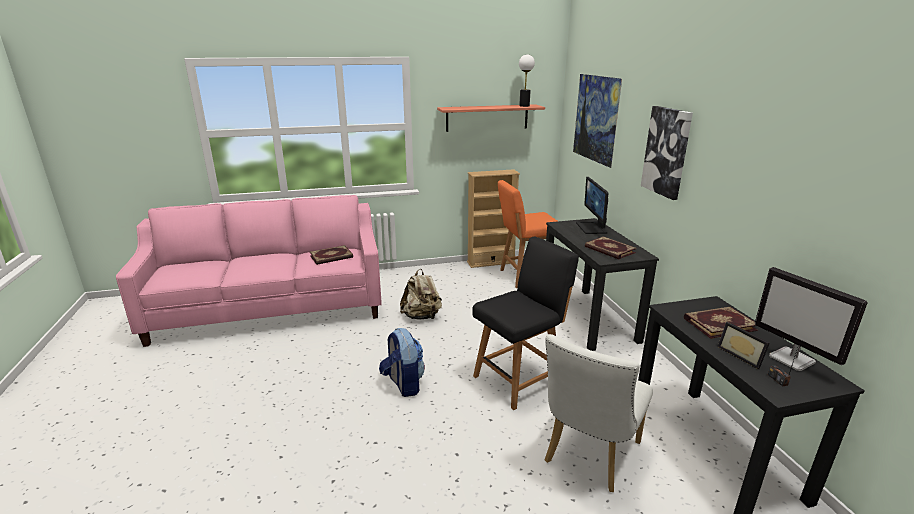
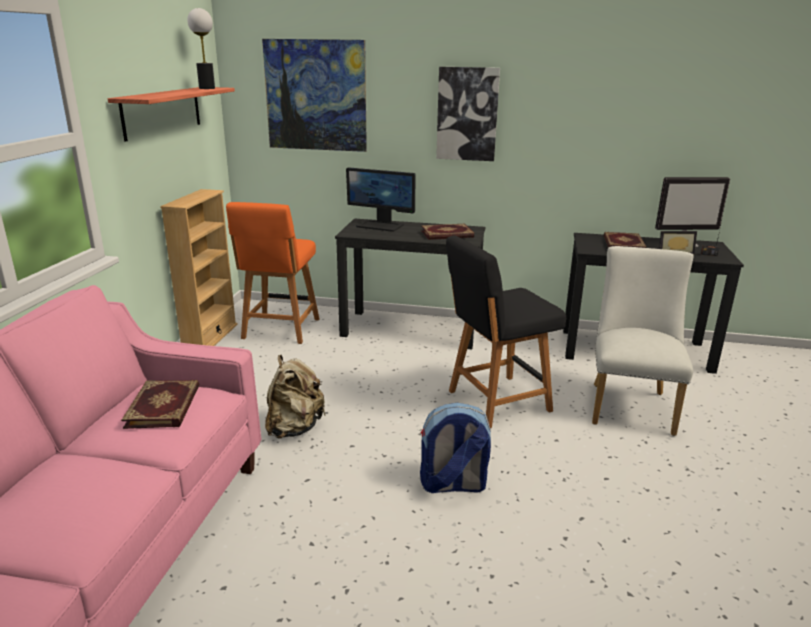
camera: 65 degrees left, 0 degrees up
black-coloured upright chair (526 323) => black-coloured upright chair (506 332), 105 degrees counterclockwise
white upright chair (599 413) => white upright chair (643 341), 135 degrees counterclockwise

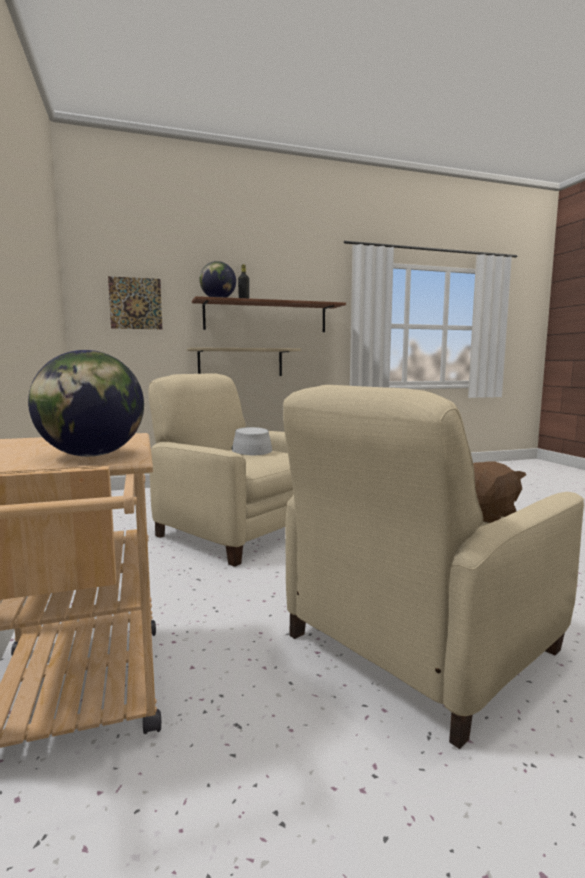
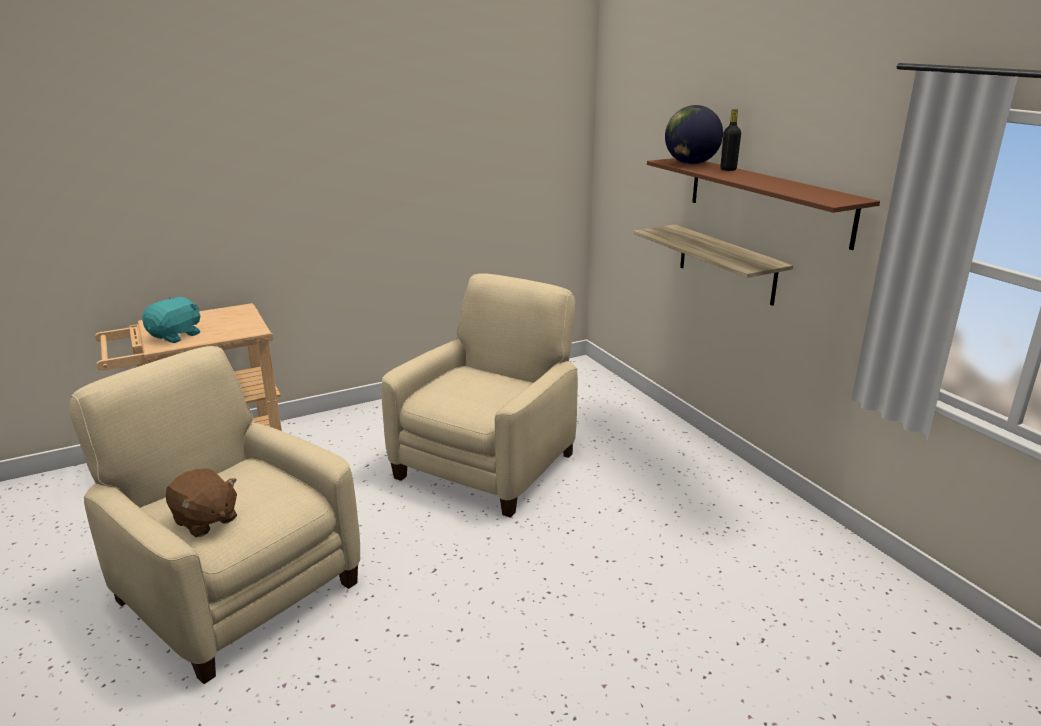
camera: 80 degrees right, 15 degrees up
globe (86 403) => turquoise-coloured cuddly toy (171 320)
picture (135 302) => nothing
grey hat (251 441) => nothing

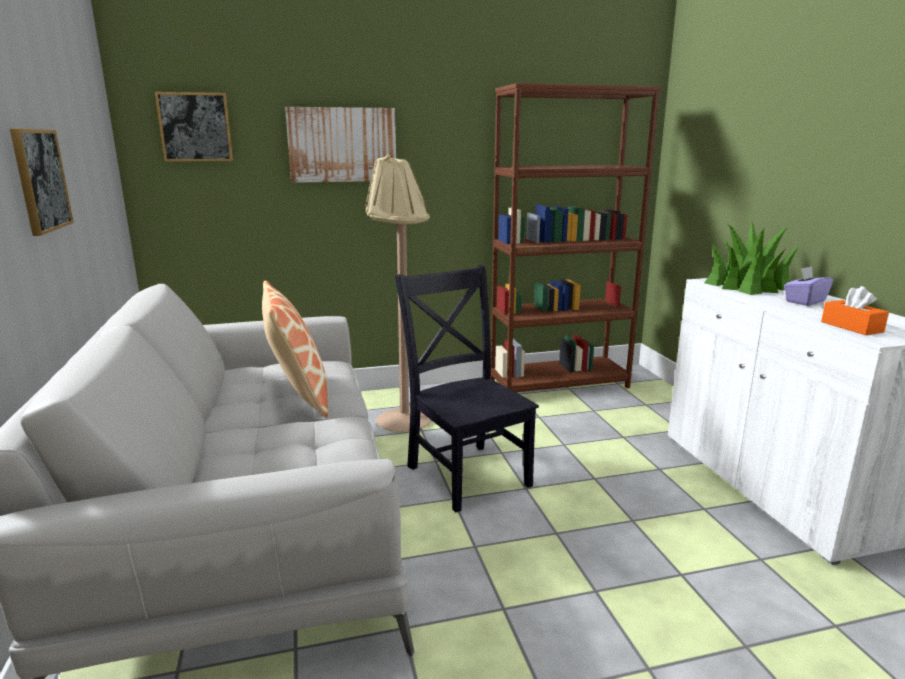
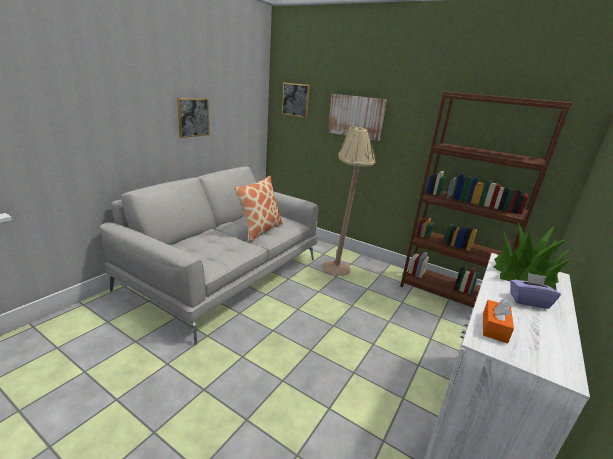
camera: 45 degrees right, 5 degrees up
black-coloured upright chair (467 389) => nothing

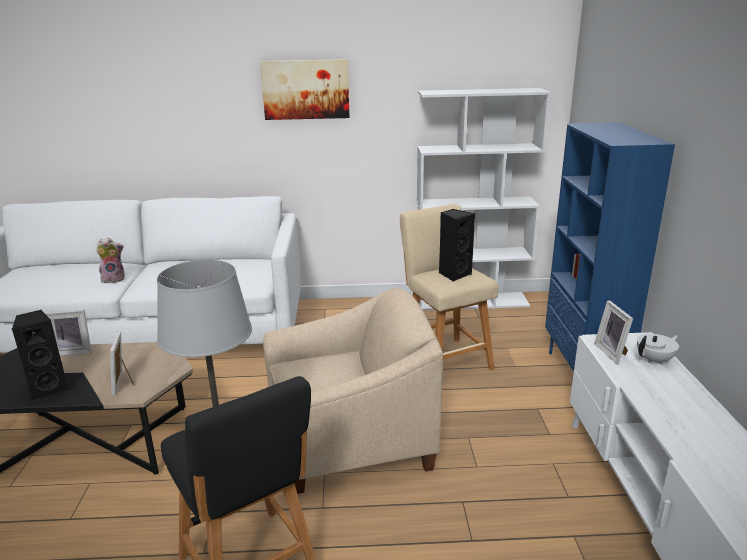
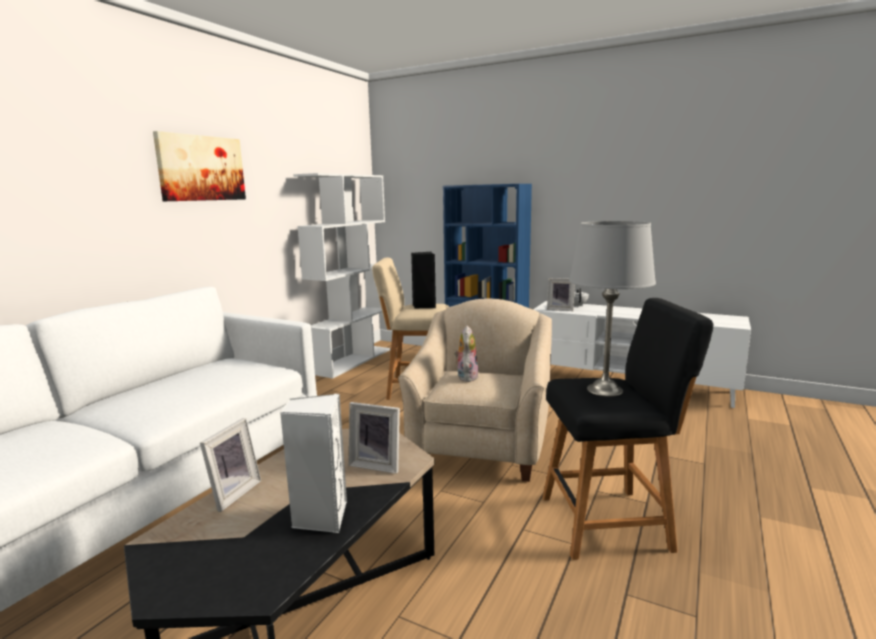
camera: 60 degrees left, 10 degrees down
black-coloured speaker (40 355) => white speaker (313 463)
cuddly toy (110 260) => cuddly toy (466 354), relocated

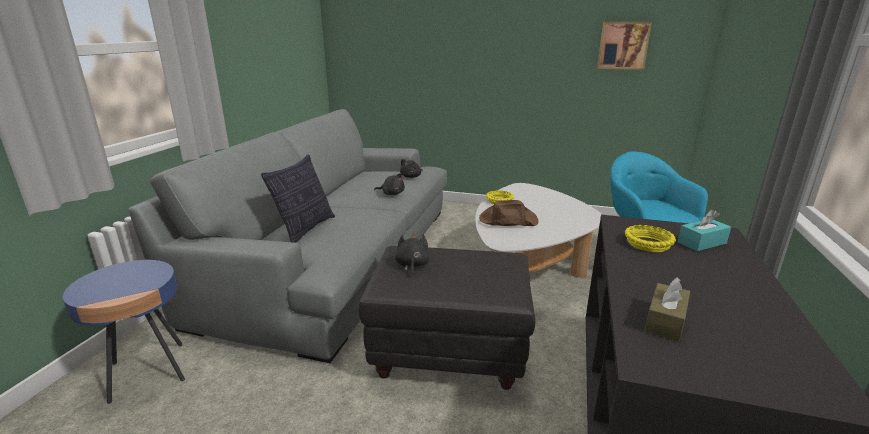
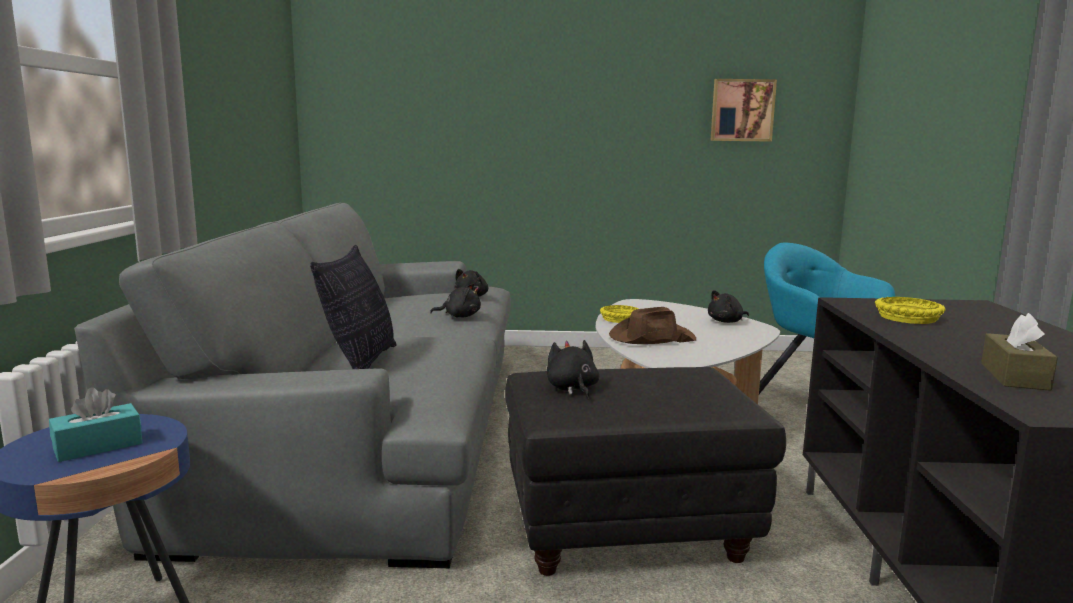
camera: 15 degrees left, 10 degrees down
turquoise-coloured tissue holder (704 230) => turquoise-coloured tissue holder (96 424), relocated
nothing => black-coloured cuddly toy (728 306)

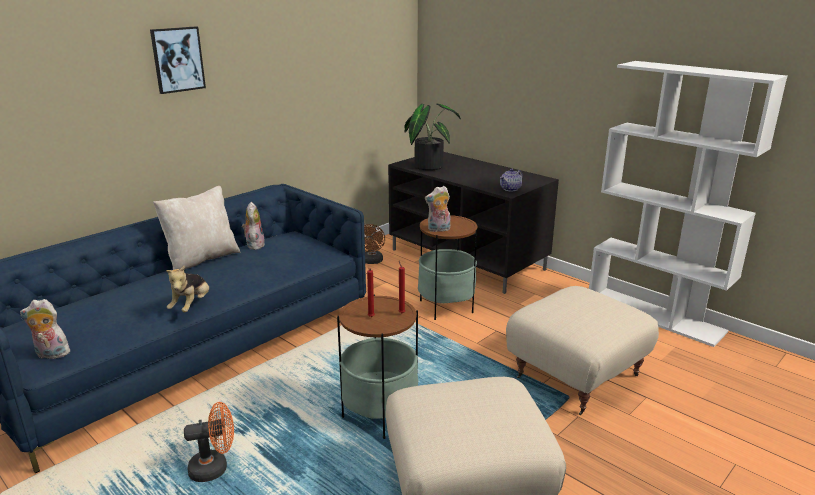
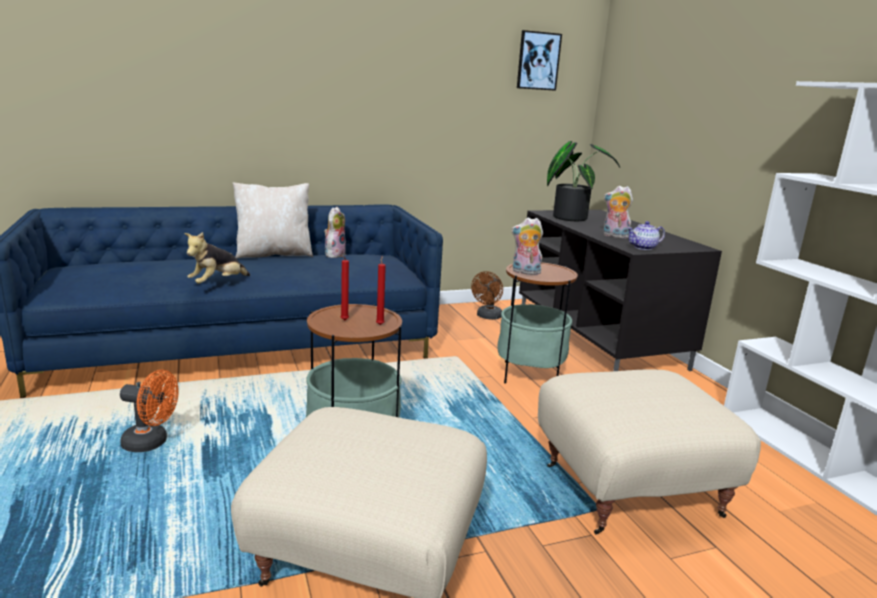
camera: 25 degrees right, 5 degrees down
picture (178 60) => picture (539 60), relocated
cuddly toy (46 330) => cuddly toy (618 212), relocated

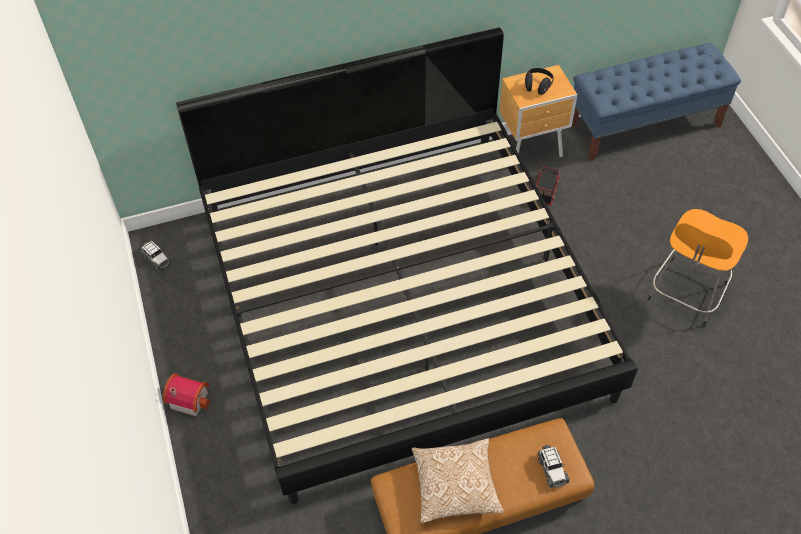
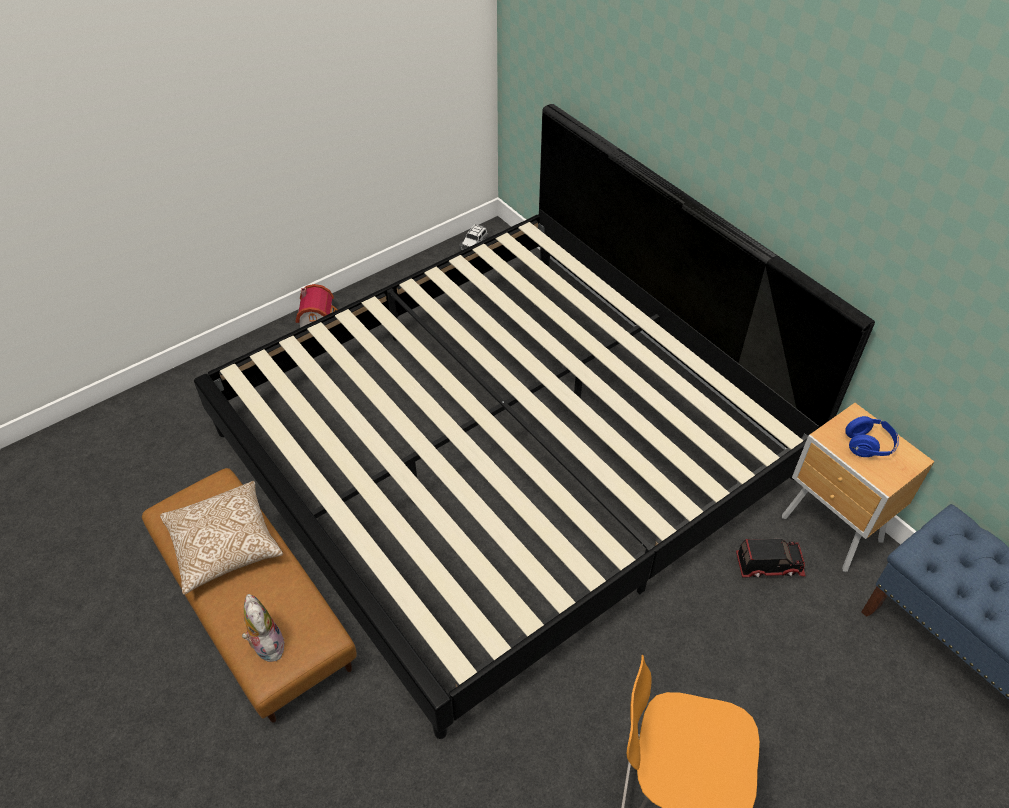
camera: 70 degrees right, 5 degrees down
toy car (553 466) => cuddly toy (263 628)
black-coloured headset (539 81) => blue headset (872 436)

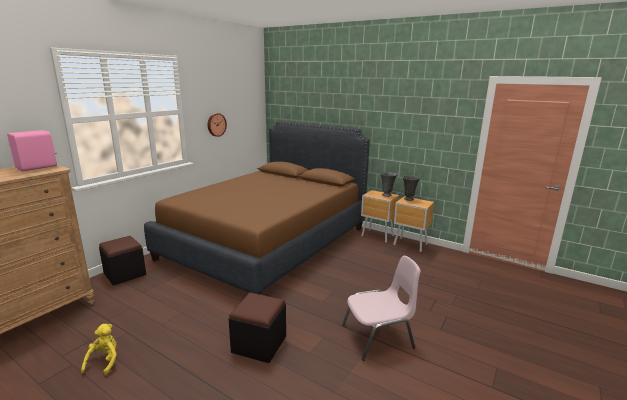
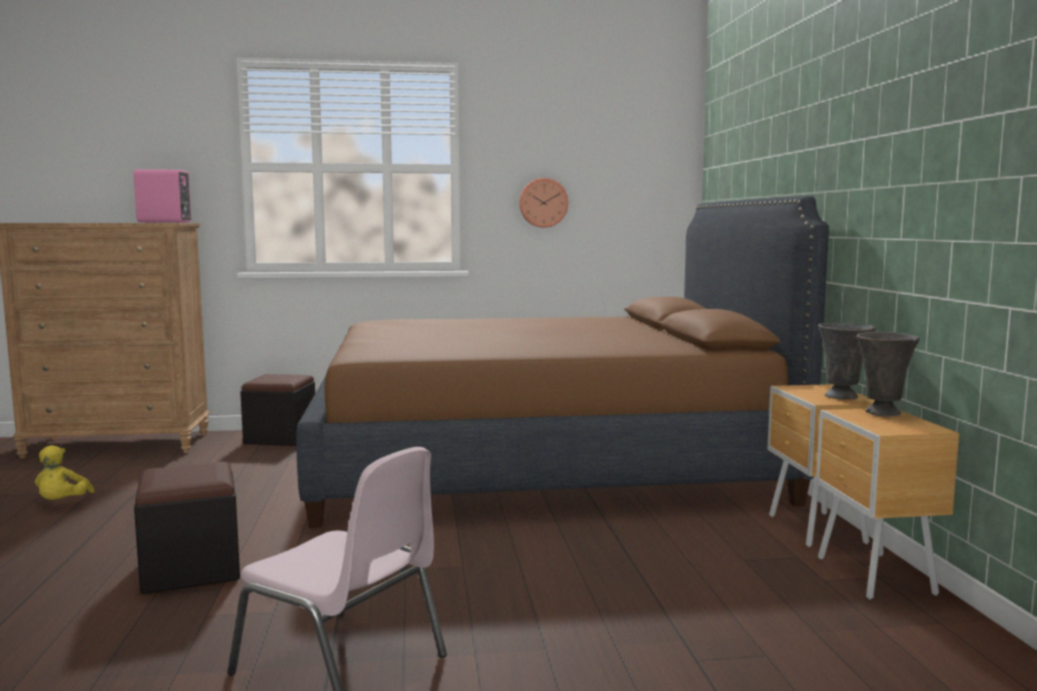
camera: 50 degrees right, 10 degrees down
yellow cuddly toy (99 350) => yellow cuddly toy (65 472), 120 degrees clockwise

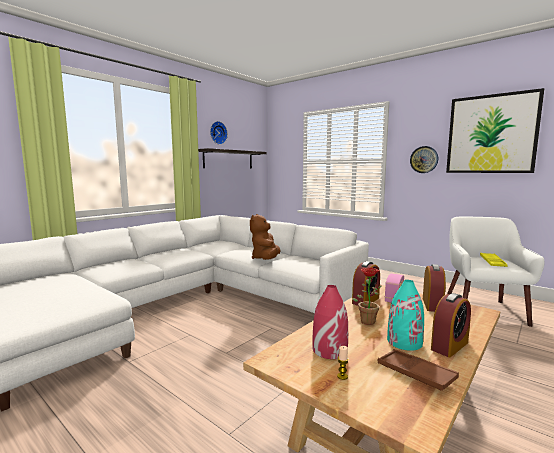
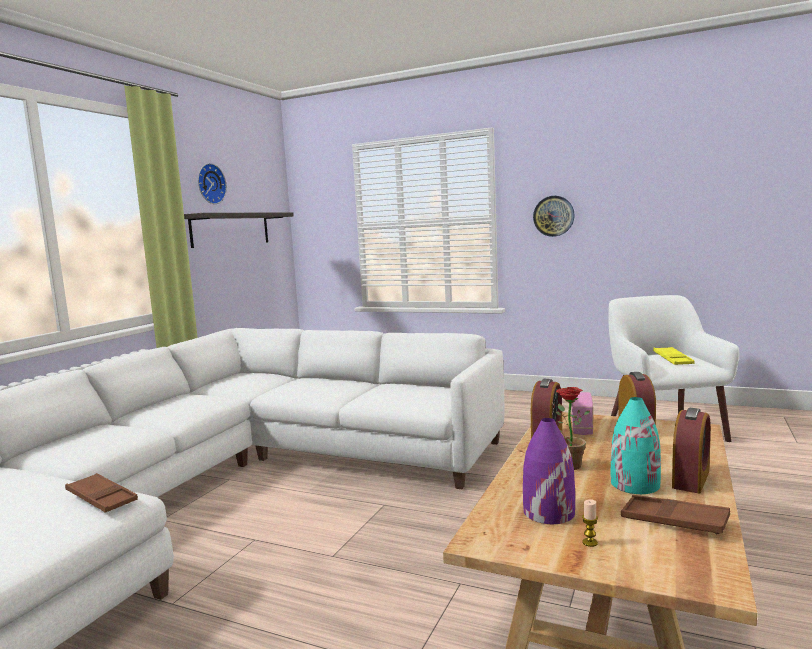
camera: 15 degrees left, 0 degrees up
nothing => brownish serving tray (101 493)
reddish decorative vase (330 322) => purplish decorative vase (549 471)
brownish cuddly toy (265 237) => nothing
picture (495 130) => nothing

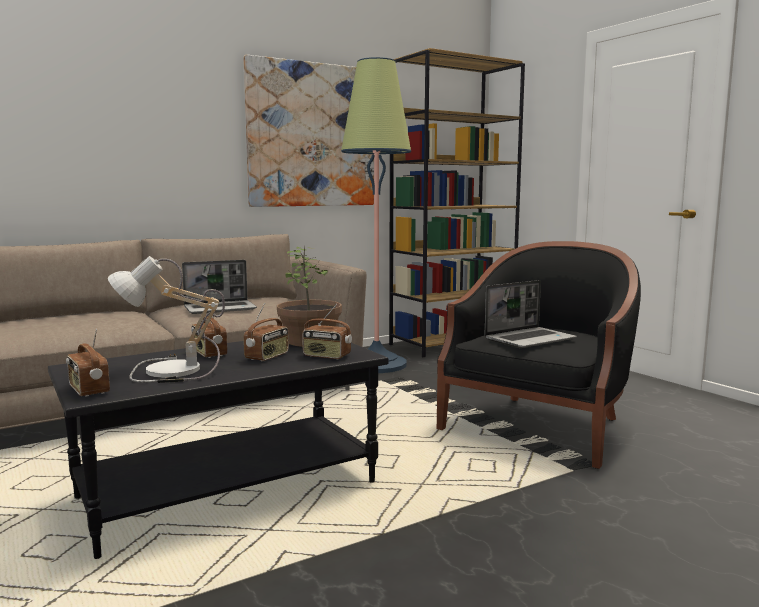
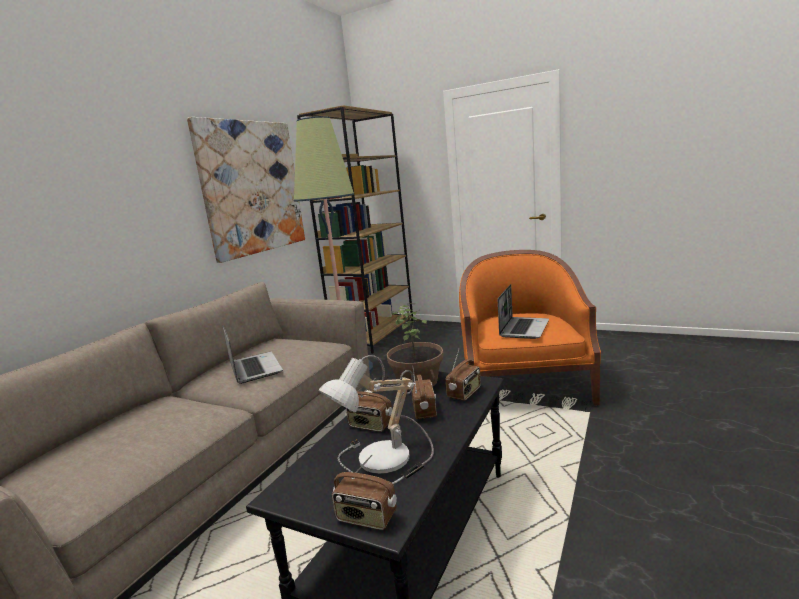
camera: 30 degrees left, 5 degrees up
portable computer (219 287) => portable computer (253 354), 60 degrees counterclockwise
radio (327 331) => radio (463 375), 45 degrees counterclockwise
black-coloured easy chair (539 355) => orange-coloured easy chair (530 327)

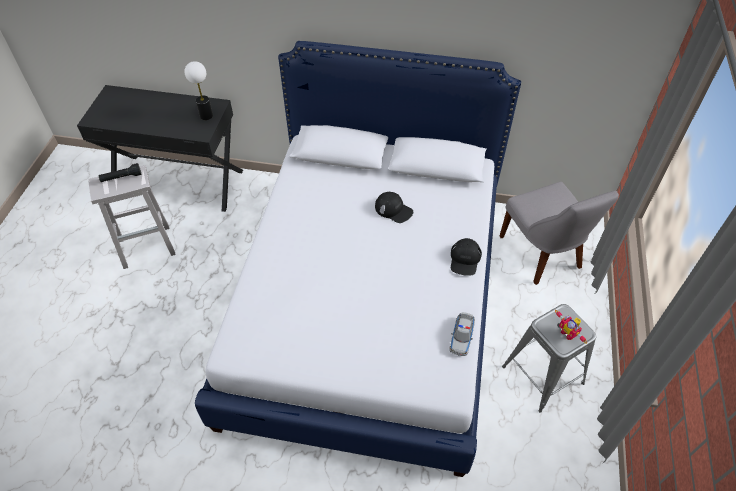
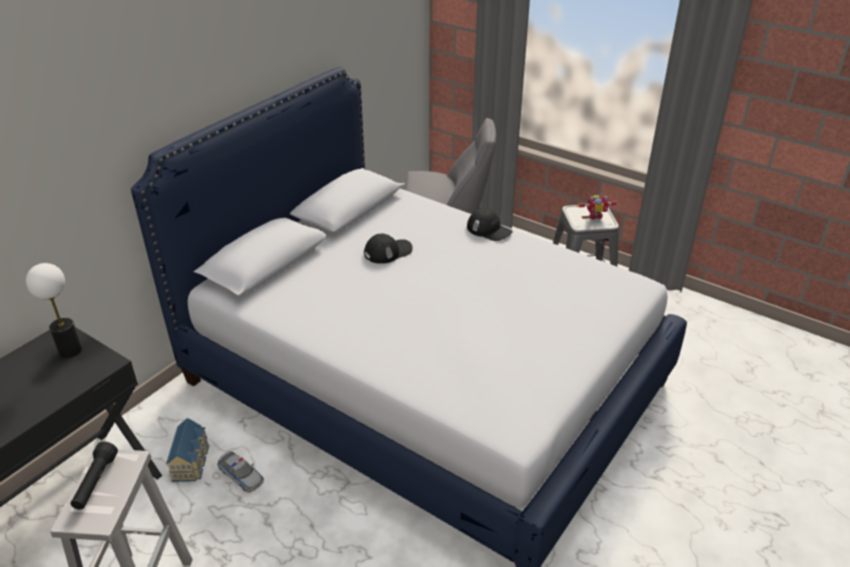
camera: 65 degrees left, 15 degrees down
nothing => miniature house (187 450)
toy car (462 334) => toy car (240 471), relocated

